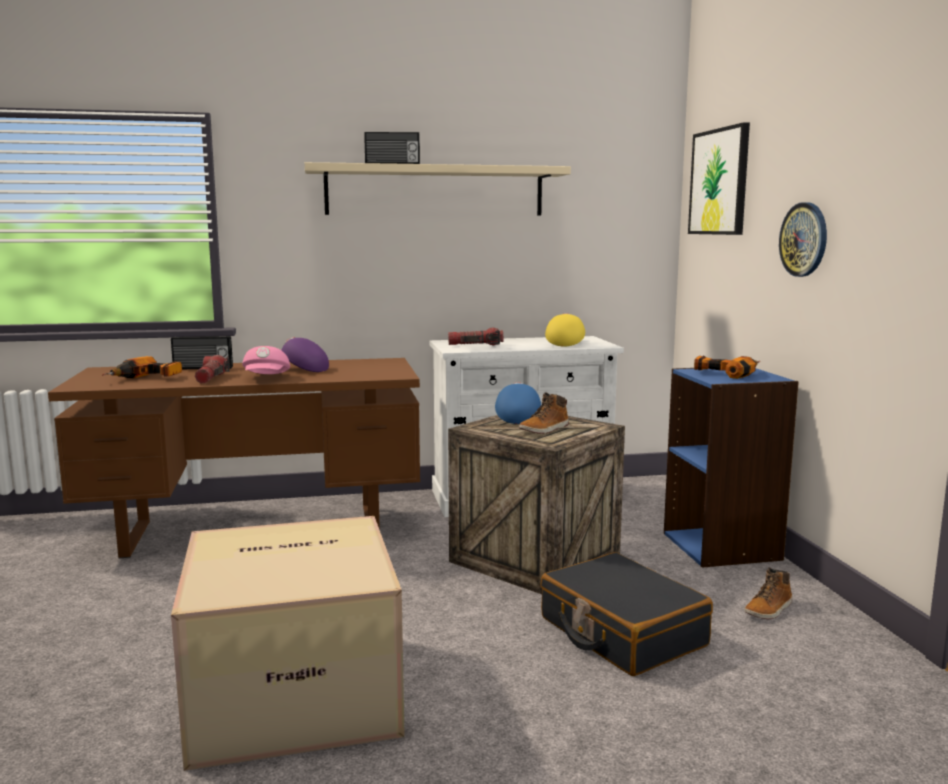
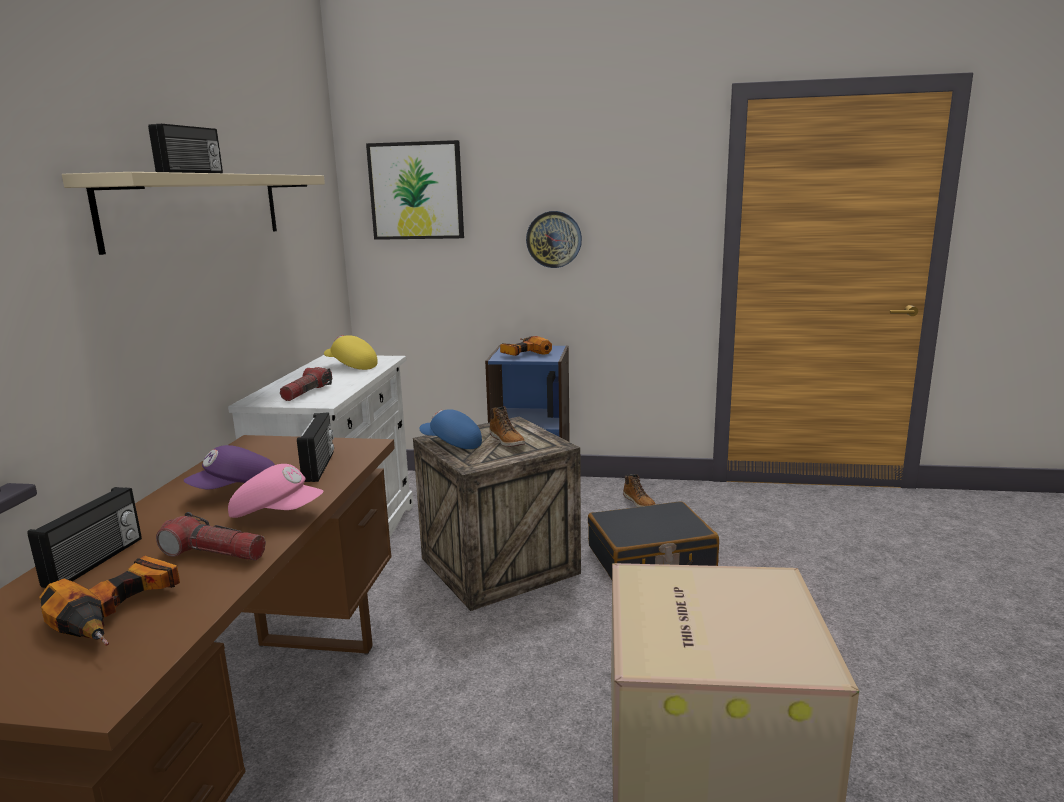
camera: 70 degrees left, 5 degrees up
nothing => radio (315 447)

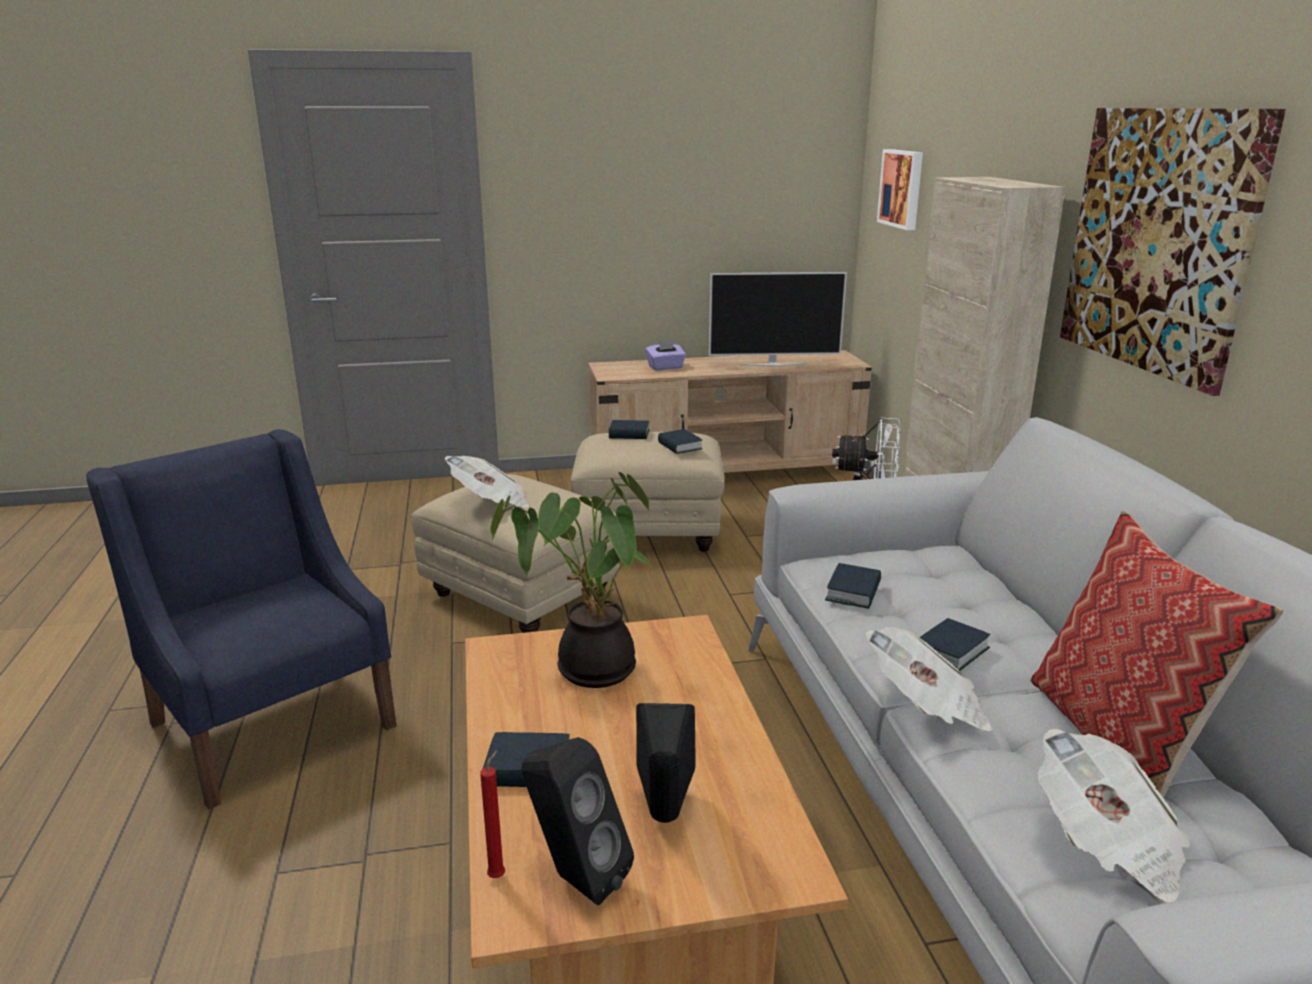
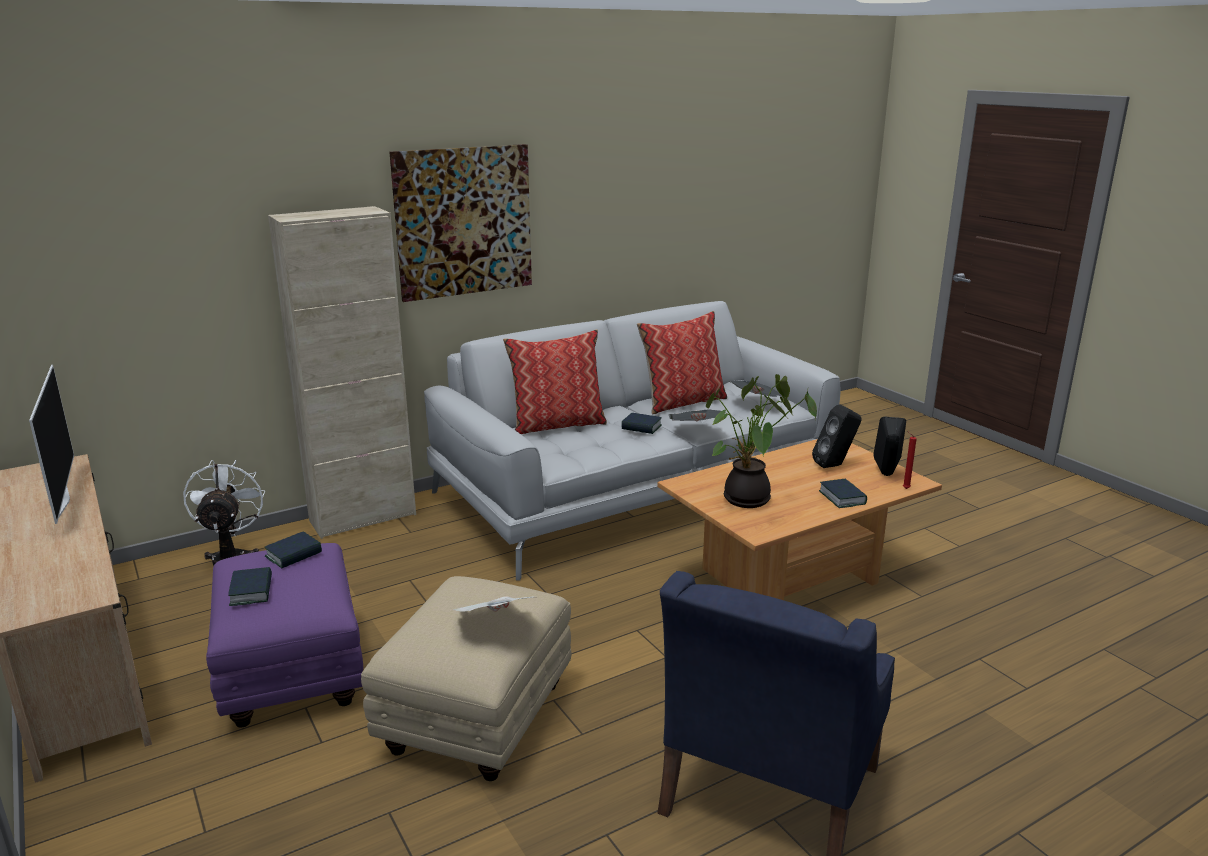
camera: 110 degrees left, 0 degrees up
sand-coloured pouffe (647 492) => purplish pouffe (284 635)
nothing => throw pillow (555 381)
purplish tissue holder (665 355) => nothing
book (853 586) => nothing
picture (900 189) => nothing

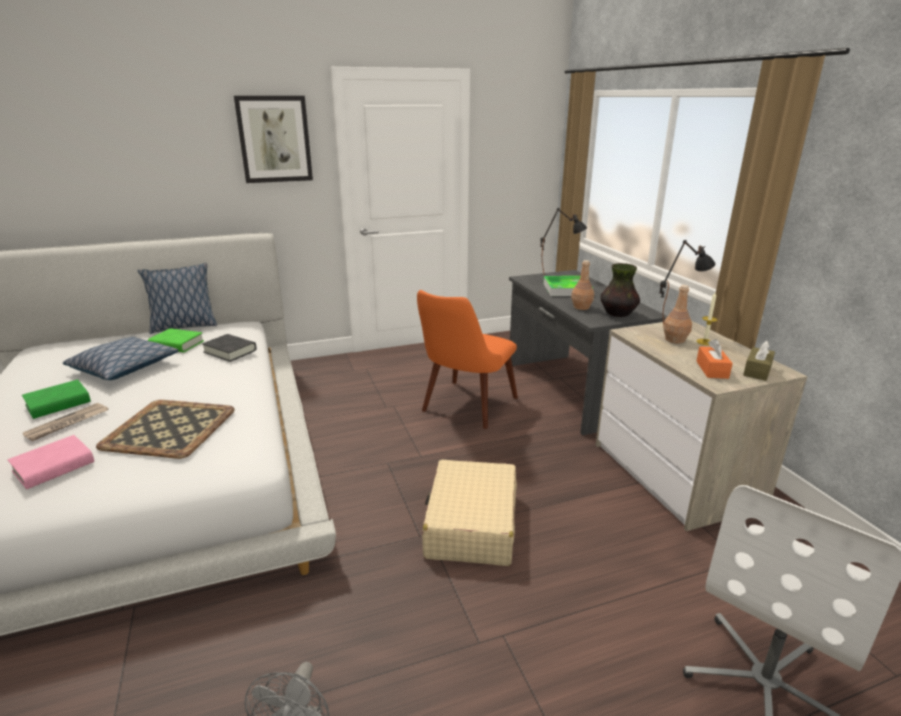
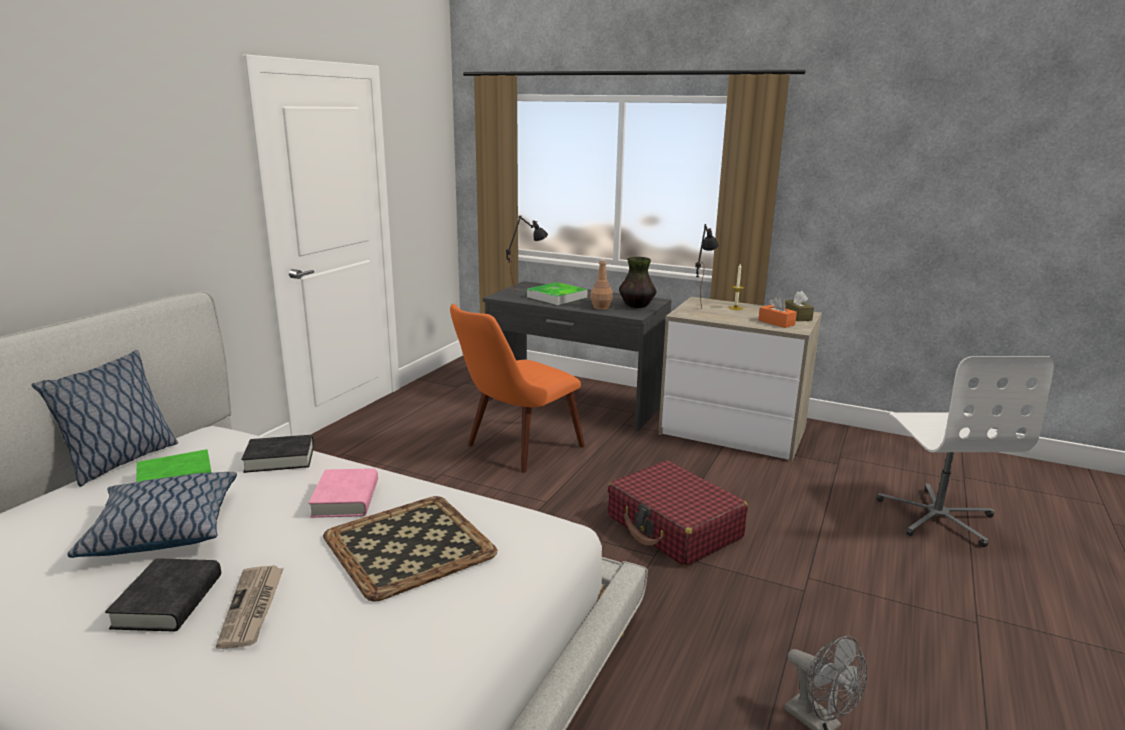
camera: 45 degrees left, 5 degrees down
green book (56 399) => black-coloured book (163 594)
pinkish book (51 462) => pinkish book (343 493), relocated
orange-coloured upright chair (467 359) => orange-coloured upright chair (517 388), 60 degrees clockwise
sand-coloured travel case (469 513) => reddish travel case (678 513)
picture (273 139) => nothing
brownish beverage bottle (677 314) => nothing

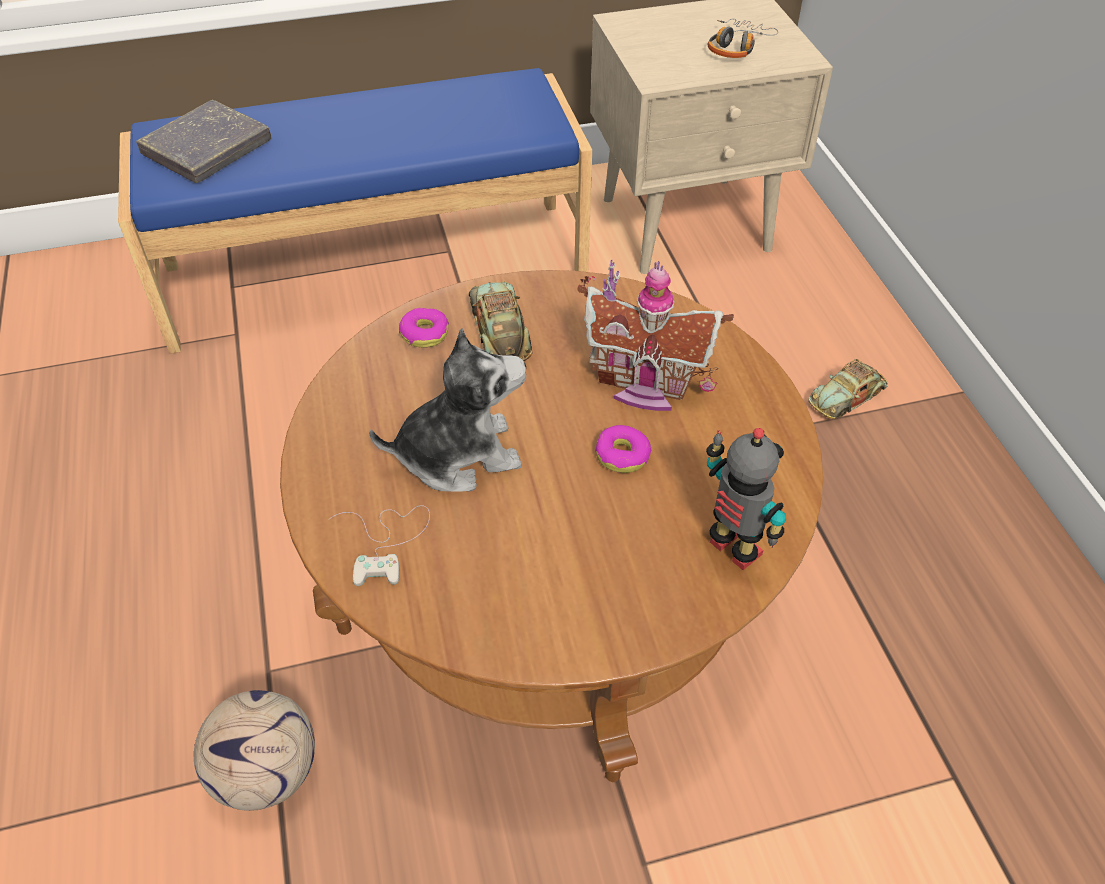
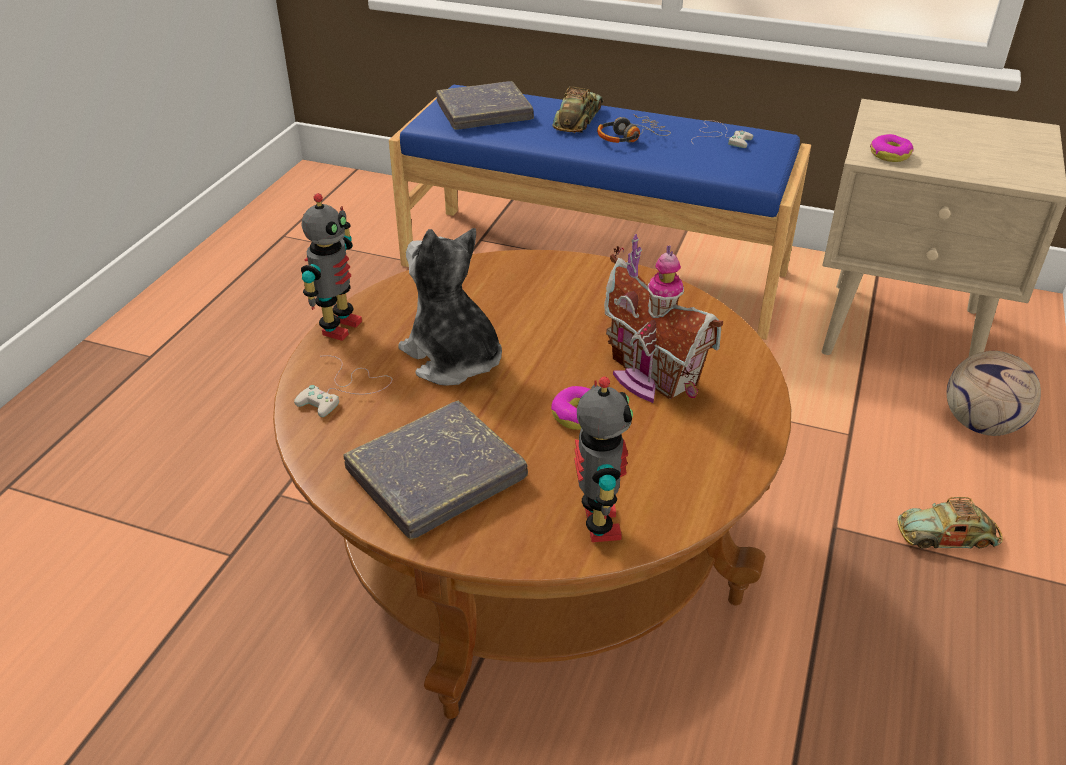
camera: 35 degrees right, 10 degrees down
nothing => robot figure (331 267)
nothing => grey book (435 470)
cuddly toy (447 410) => cuddly toy (450 307), 150 degrees counterclockwise
toy car (500 321) => toy car (577 109), relocated
headset (743 38) => headset (634 128), relocated
nothing => white gamepad (722 134)
ring doughnut (424 328) => ring doughnut (891 148), relocated
ball for football (254 750) => ball for football (994 393), relocated

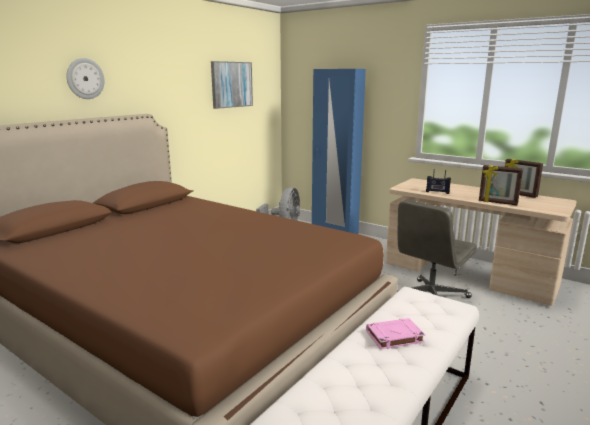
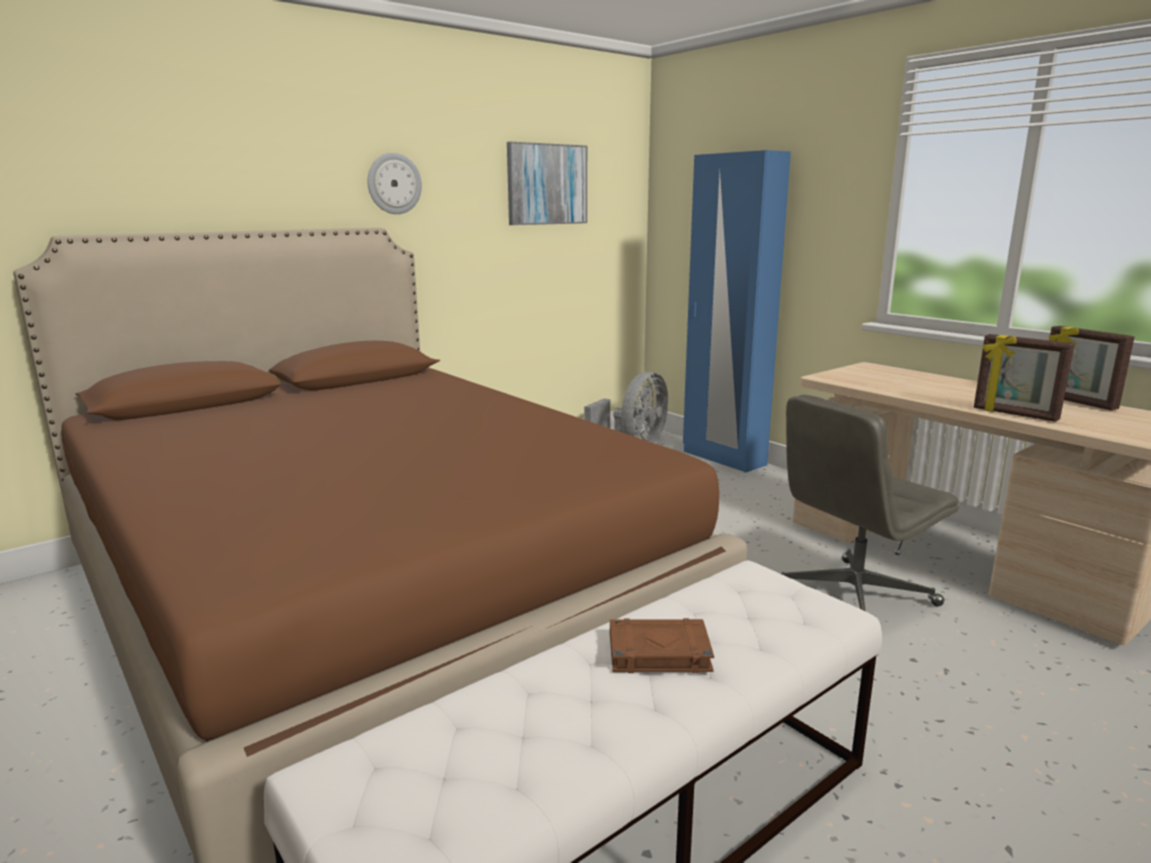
camera: 15 degrees right, 0 degrees up
hanging clock (85 78) => hanging clock (394 183), relocated
pinkish book (395 333) => brownish book (662 645)
radio (438 181) => nothing

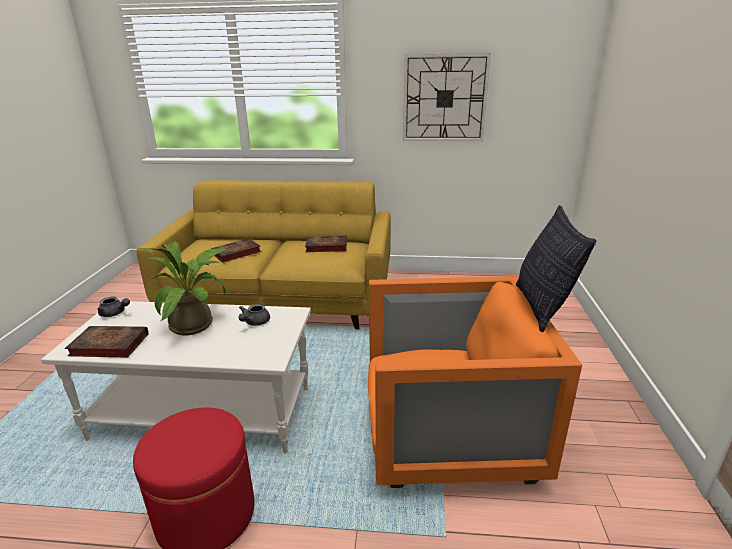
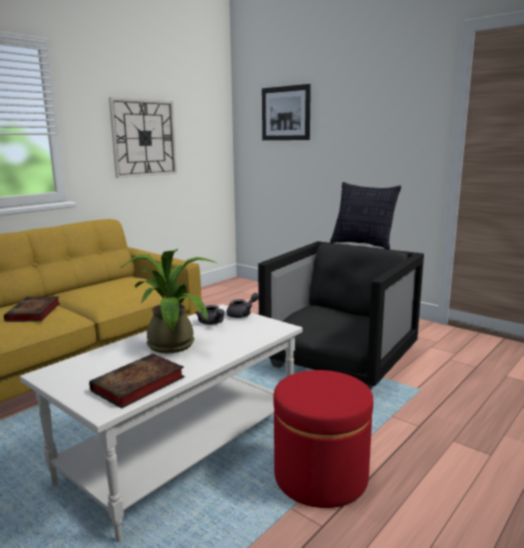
camera: 55 degrees left, 10 degrees down
grey tea pot (113 306) => grey tea pot (242 305), relocated
orange-coloured easy chair (475 382) => black-coloured easy chair (341 315)
nothing => picture (286 112)
book (326 244) => nothing

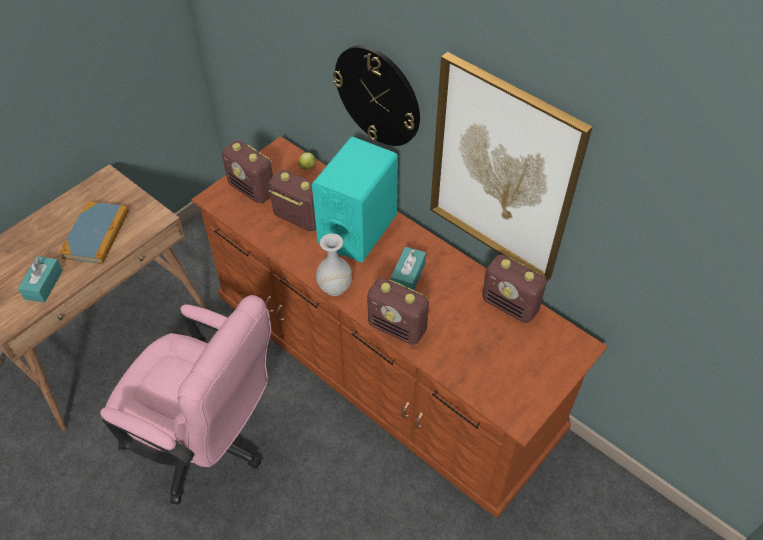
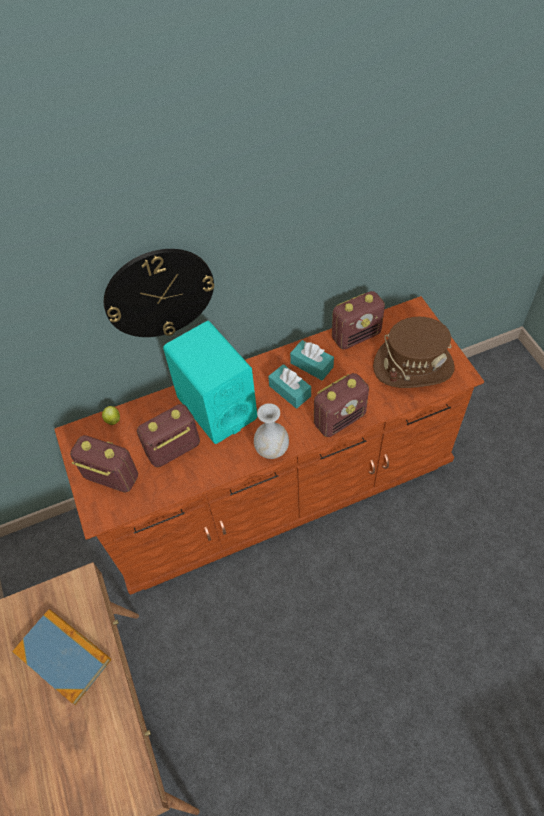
camera: 60 degrees left, 5 degrees up
radio (247 172) => radio (104 463), 135 degrees counterclockwise
turquoise-coloured tissue holder (40 279) => turquoise-coloured tissue holder (312 360), relocated
nothing => brownish hat (414 352)
pinkish office chair (185 400) => nothing
picture (511 166) => nothing

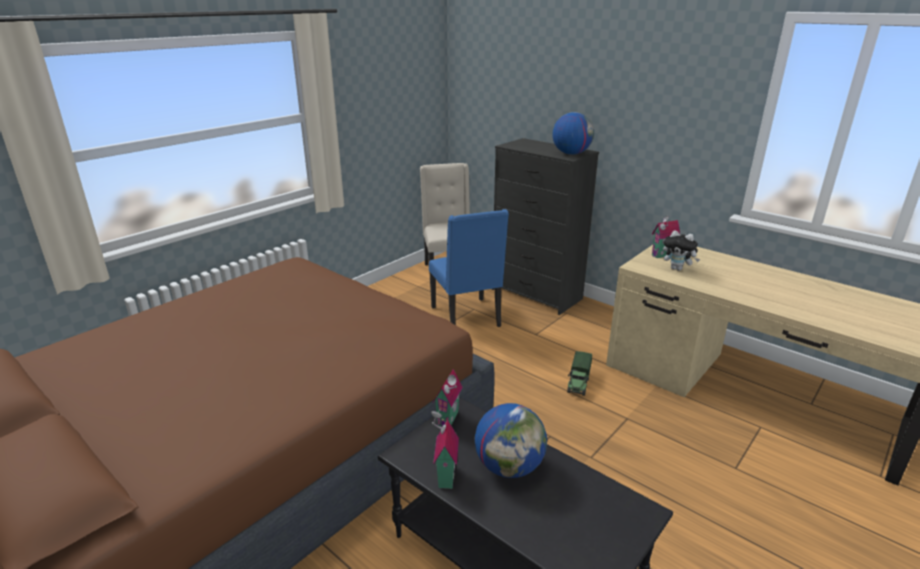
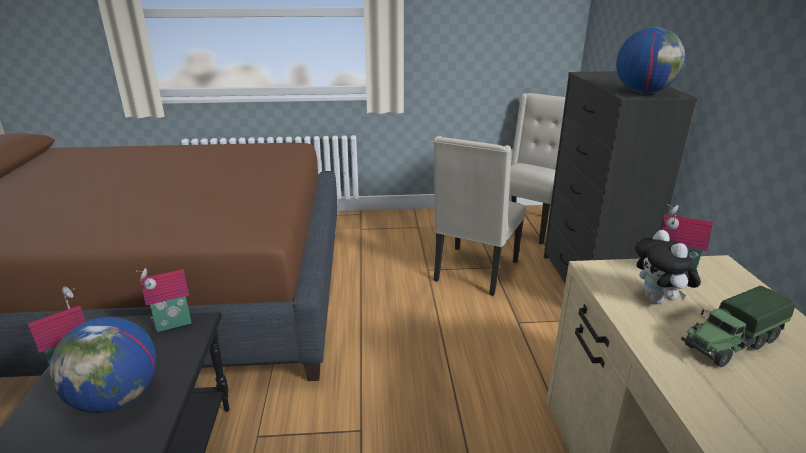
camera: 45 degrees right, 0 degrees up
blue upright chair (469 268) => sand-coloured upright chair (480 216)
toy lorry (579 373) => toy lorry (738 326), relocated

